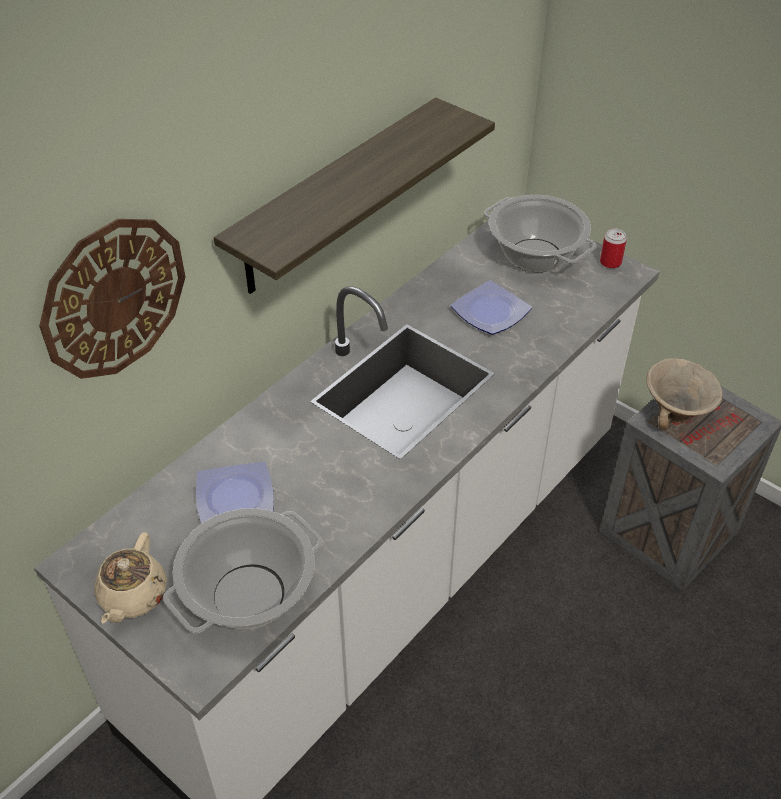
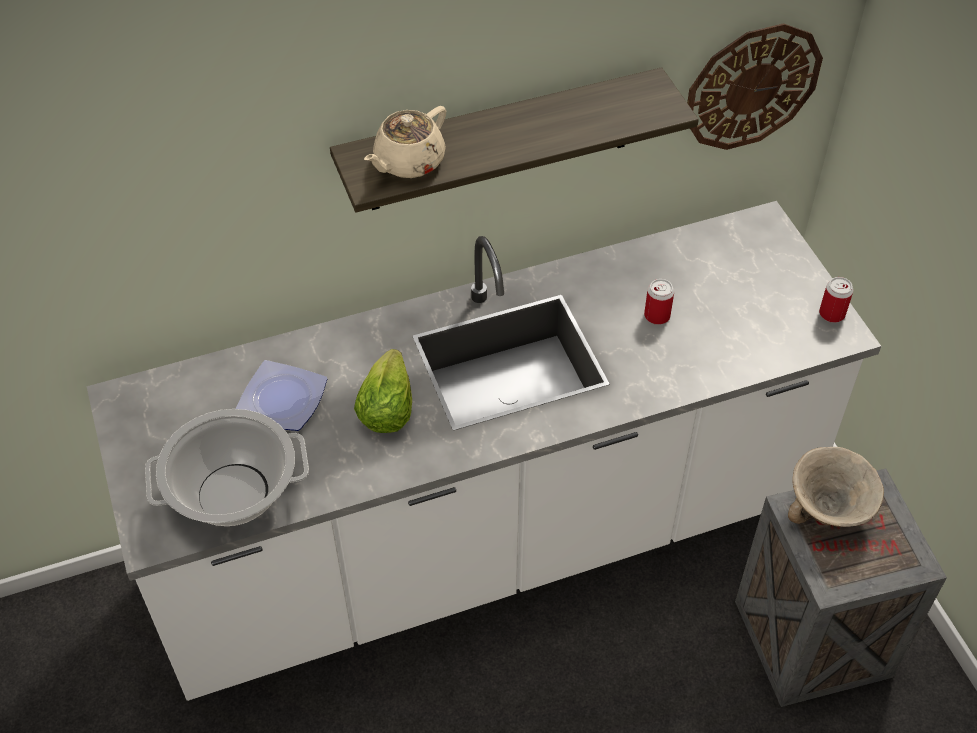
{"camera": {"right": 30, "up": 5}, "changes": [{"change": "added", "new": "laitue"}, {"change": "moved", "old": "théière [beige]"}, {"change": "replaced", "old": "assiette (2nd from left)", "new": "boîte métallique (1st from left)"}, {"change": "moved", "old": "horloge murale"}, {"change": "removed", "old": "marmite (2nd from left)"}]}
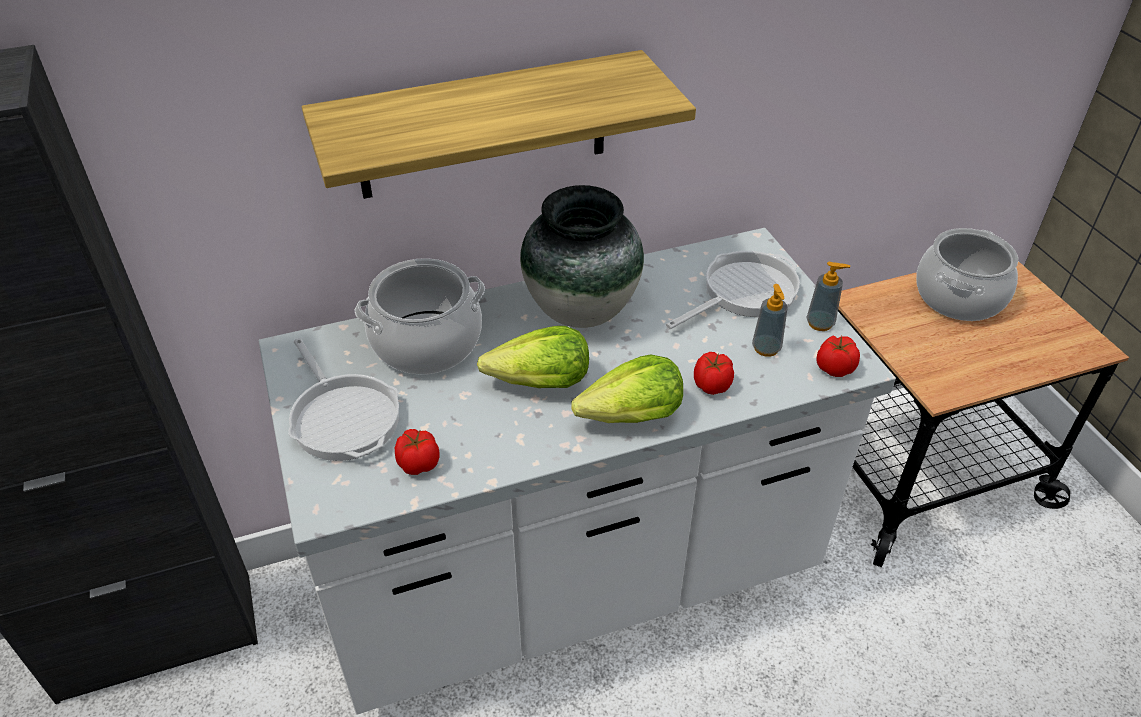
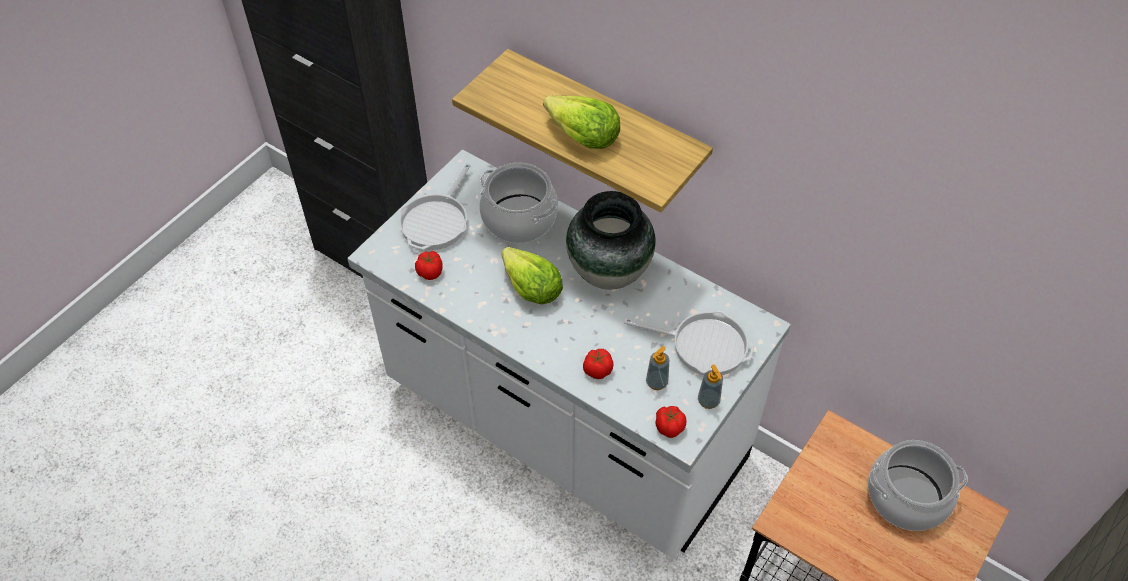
{"camera": {"right": 55, "up": 10}, "changes": [{"change": "moved", "old": "laitue (2nd from left)"}]}
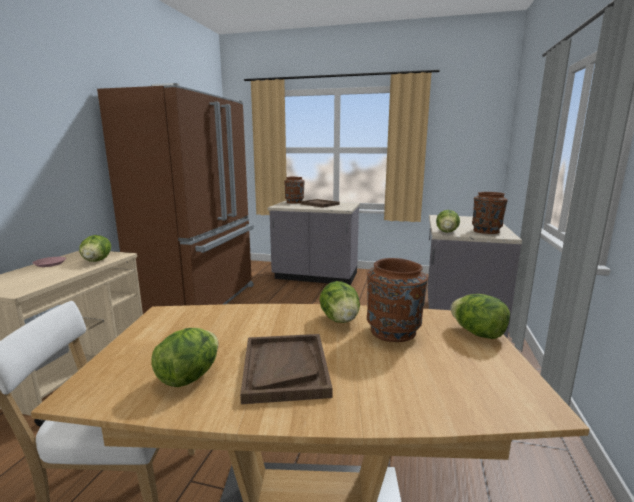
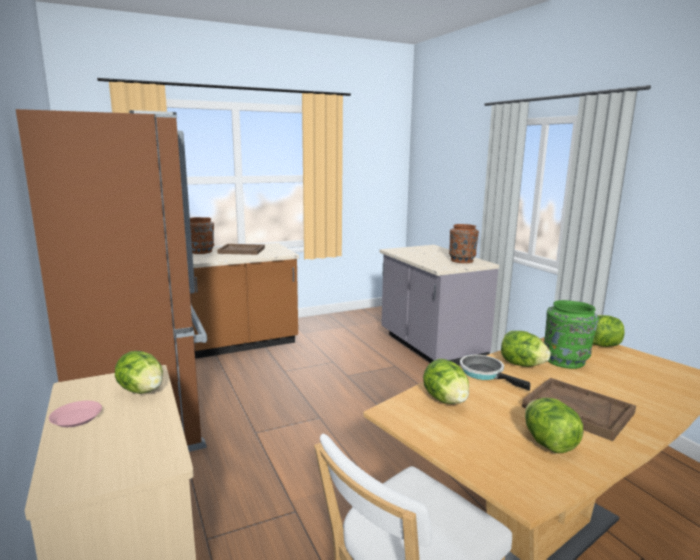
{"camera": {"right": -40, "up": 0}, "changes": [{"change": "recoloured", "old": "comptoir de cuisine [gris] (1st from left)", "new": "comptoir de cuisine [marron]"}, {"change": "moved", "old": "laitue (4th from left in the first image)", "new": "laitue (2nd from left)"}, {"change": "added", "new": "poêle"}, {"change": "recoloured", "old": "vase [marron] (2nd from left)", "new": "vase [vert]"}]}
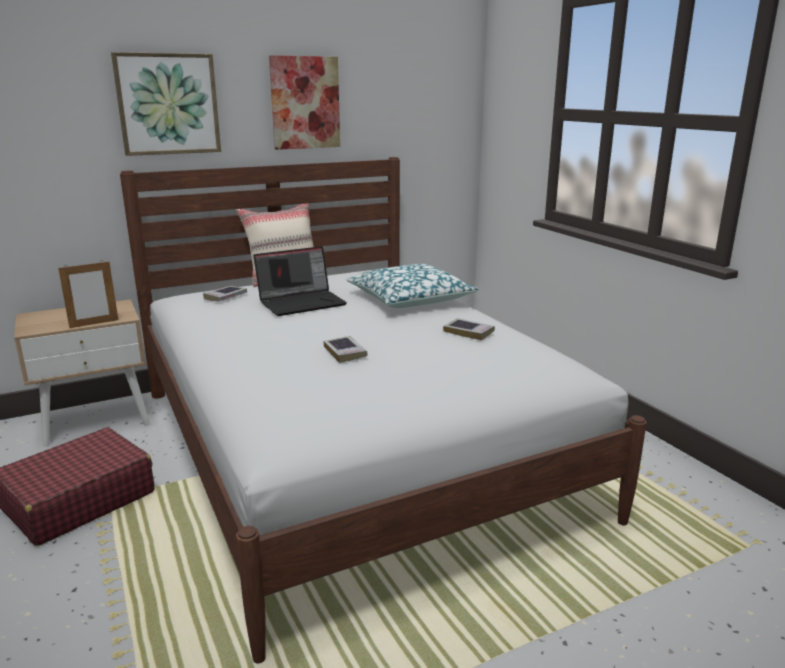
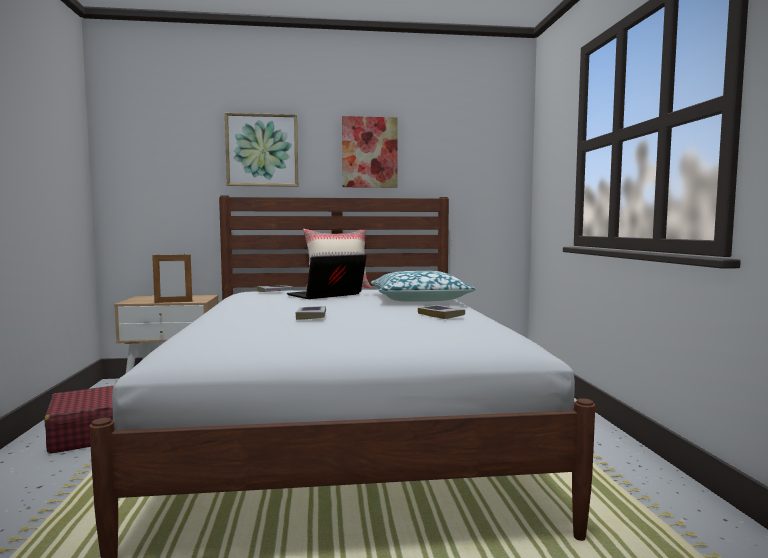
{"camera": {"right": 20, "up": -15}, "changes": [{"change": "turned", "old": "ordinateur portable", "degrees": 150}]}
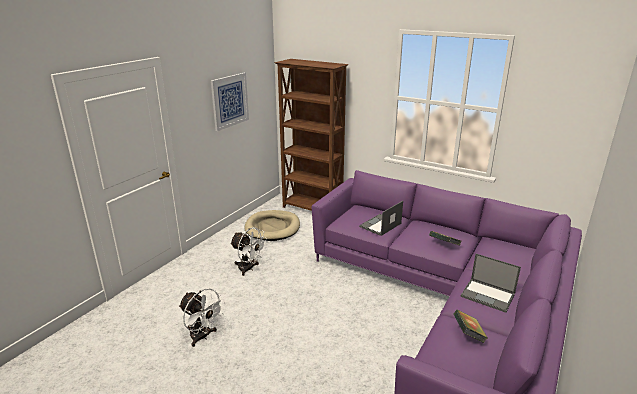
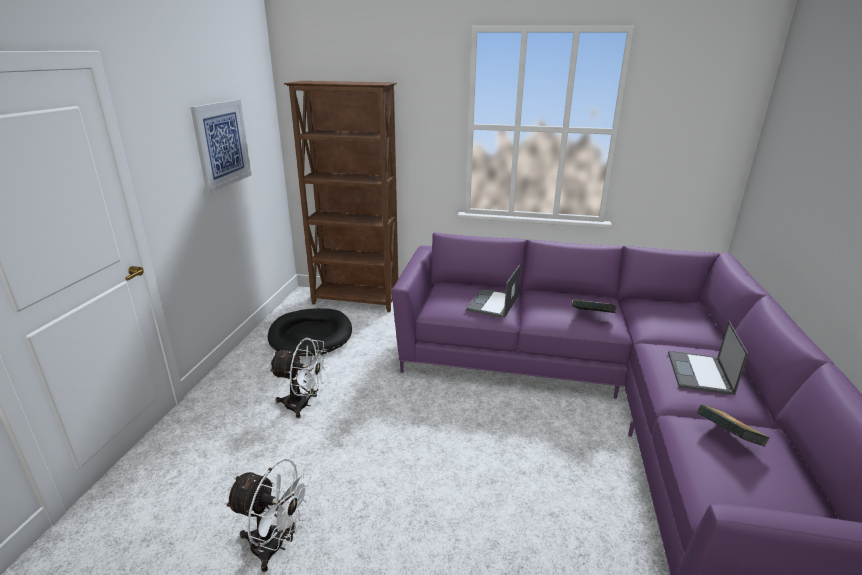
{"camera": {"right": -20, "up": 0}, "changes": [{"change": "recoloured", "old": "panier pour chien [beige]", "new": "panier pour chien [noir]"}, {"change": "turned", "old": "ordinateur portable (2nd from left)", "degrees": 90}]}
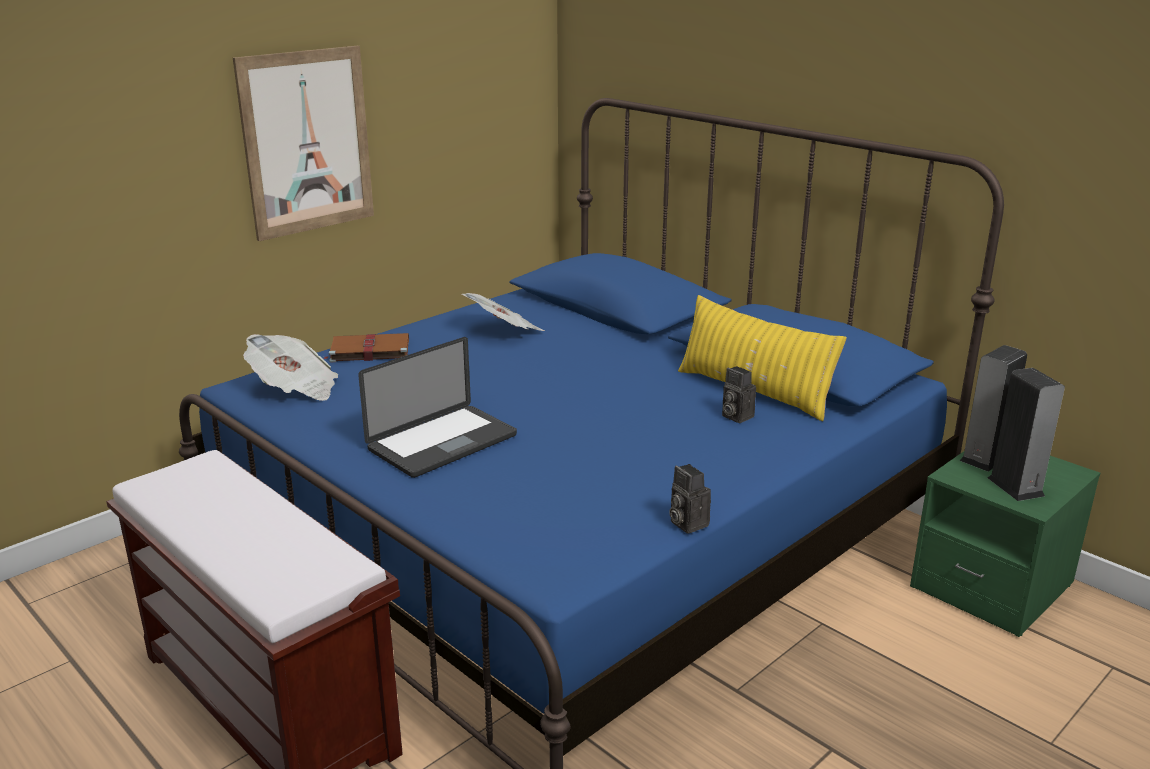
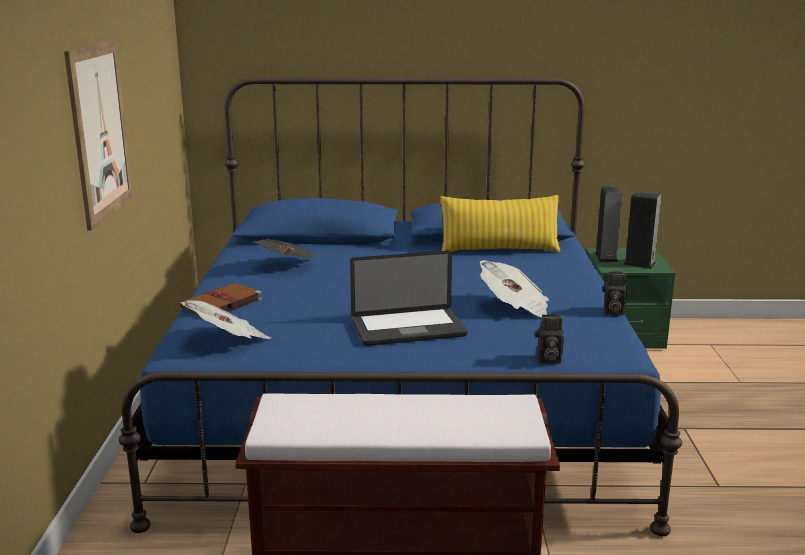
{"camera": {"right": -45, "up": -5}, "changes": [{"change": "turned", "old": "ordinateur portable", "degrees": 75}, {"change": "added", "new": "journal (3rd from left)"}, {"change": "moved", "old": "appareil photo (2nd from left in the first image)", "new": "appareil photo (1st from left)"}]}
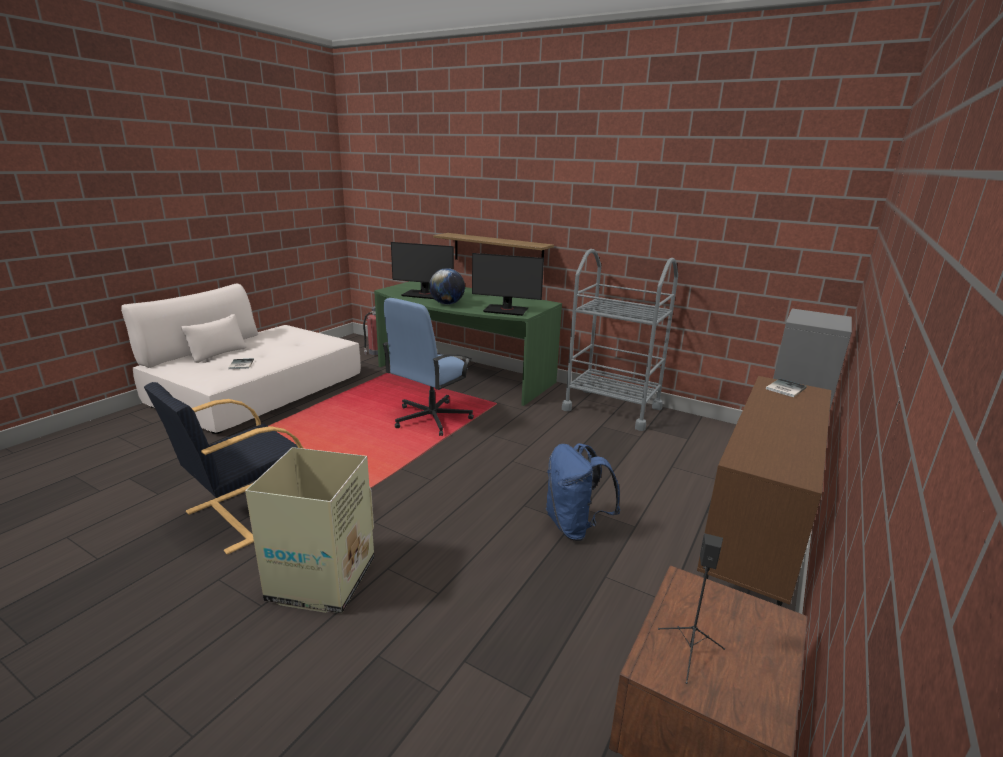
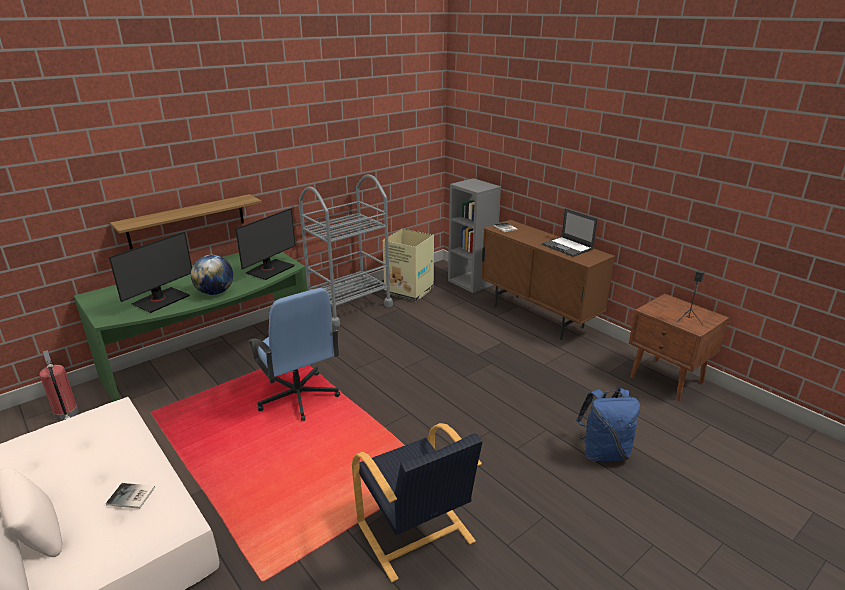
{"camera": {"right": -70, "up": 5}, "changes": [{"change": "moved", "old": "carton"}, {"change": "added", "new": "ordinateur portable"}, {"change": "moved", "old": "sac à dos [bleu]"}]}
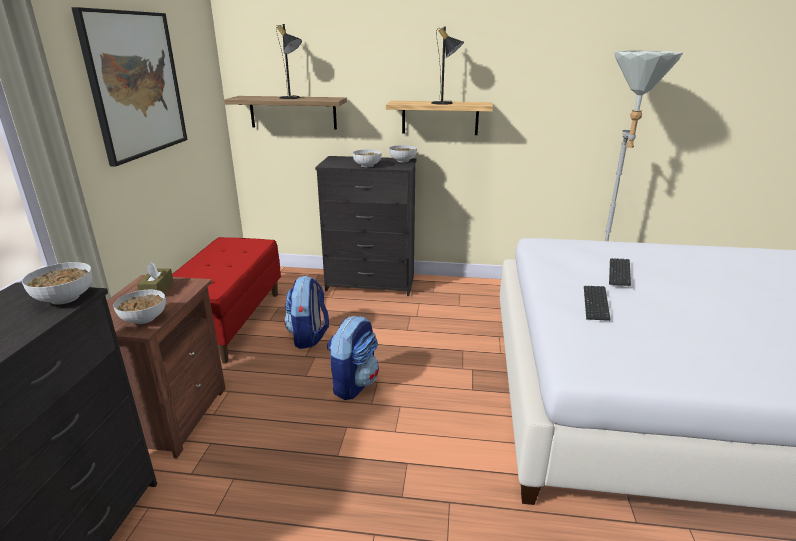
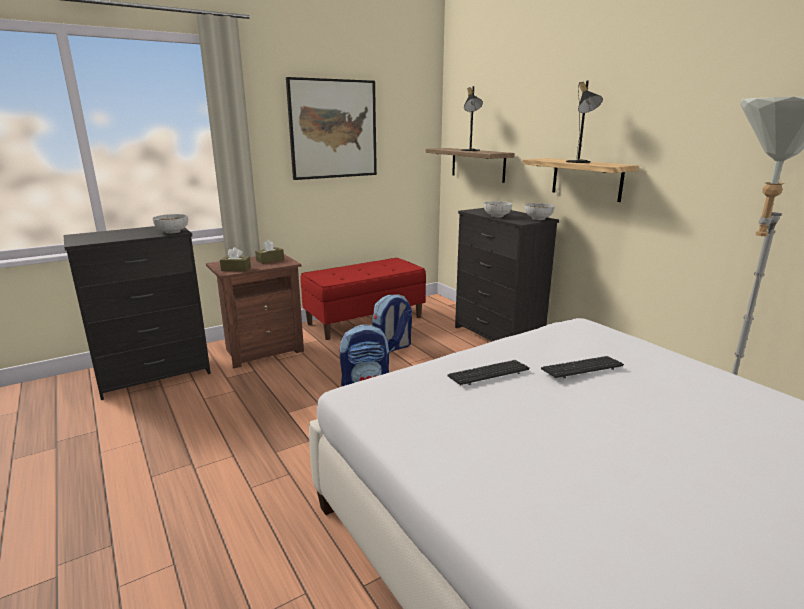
{"camera": {"right": 50, "up": -5}, "changes": [{"change": "replaced", "old": "bol (2nd from left)", "new": "boîte à mouchoirs [marron] (1st from left)"}]}
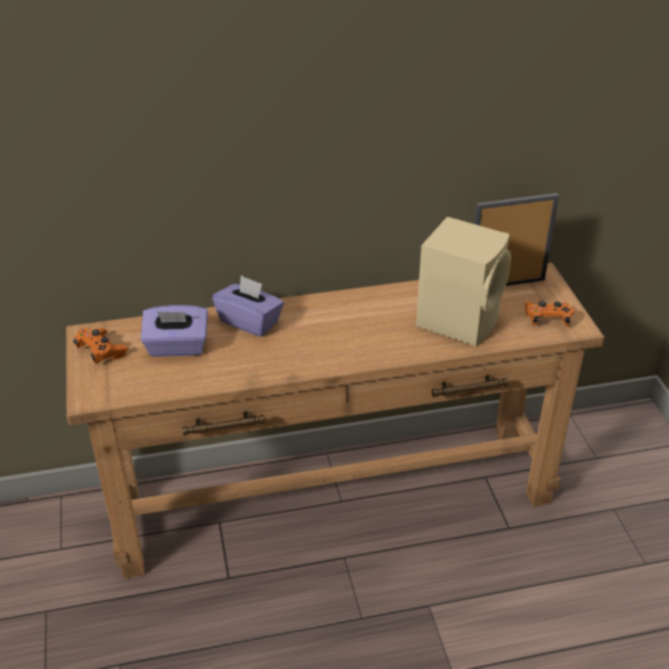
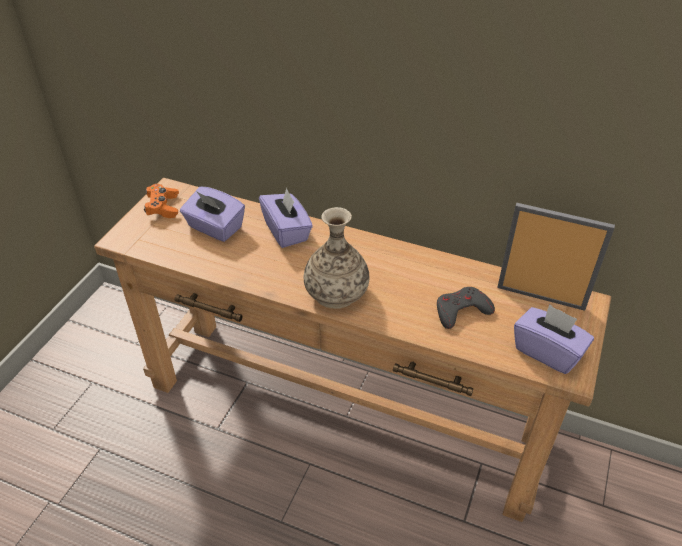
{"camera": {"right": 35, "up": 5}, "changes": [{"change": "added", "new": "vase"}, {"change": "replaced", "old": "enceinte [beige]", "new": "manette [gris]"}, {"change": "replaced", "old": "manette [orange] (2nd from left)", "new": "boîte à mouchoirs [violet] (3rd from left)"}]}
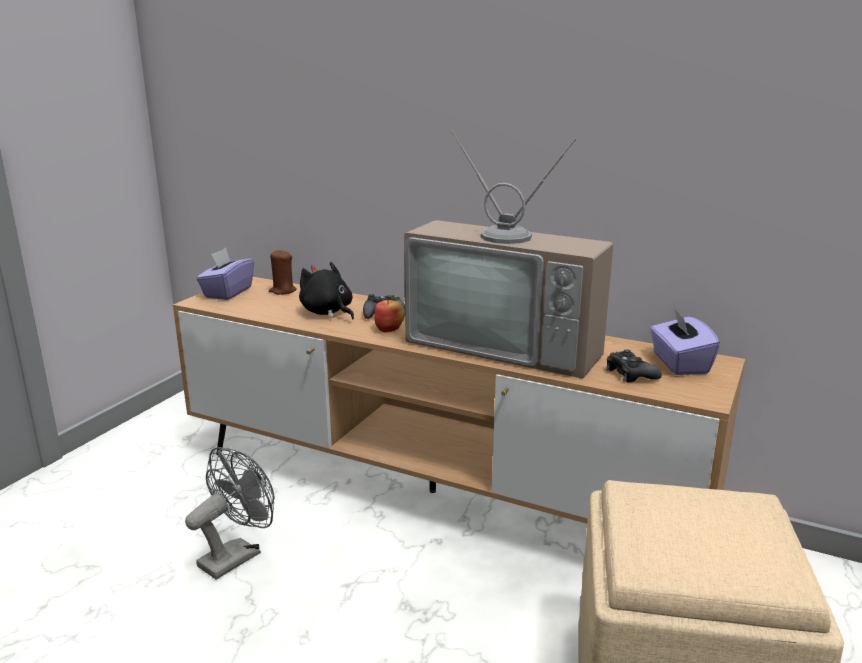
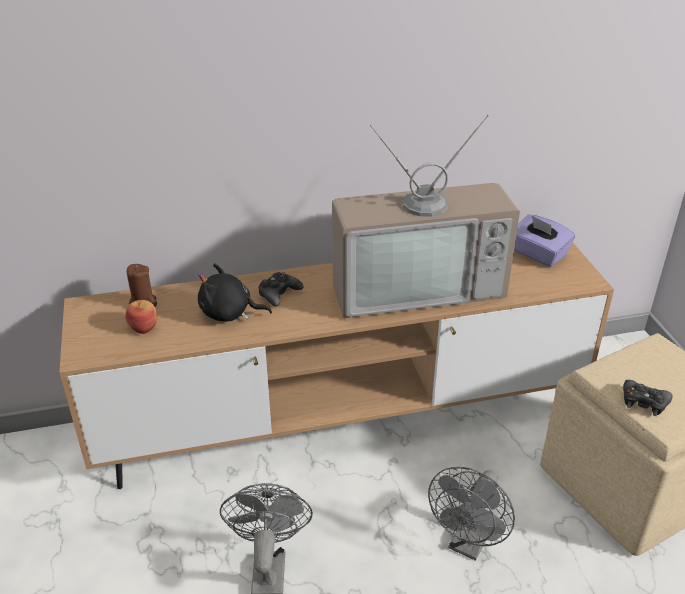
{"camera": {"right": -40, "up": 15}, "changes": [{"change": "moved", "old": "pomme"}, {"change": "added", "new": "ventilateur [gris] (2nd from left)"}, {"change": "moved", "old": "manette [noir] (2nd from left)"}, {"change": "removed", "old": "boîte à mouchoirs [violet] (1st from left)"}]}
